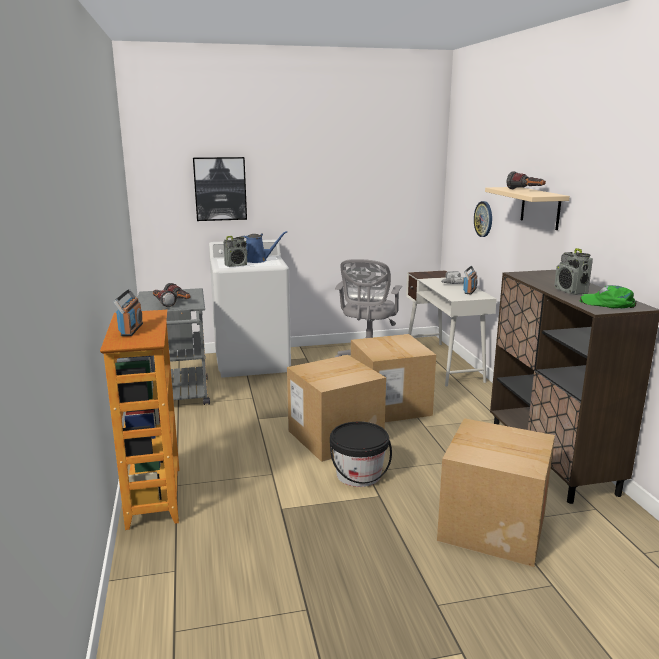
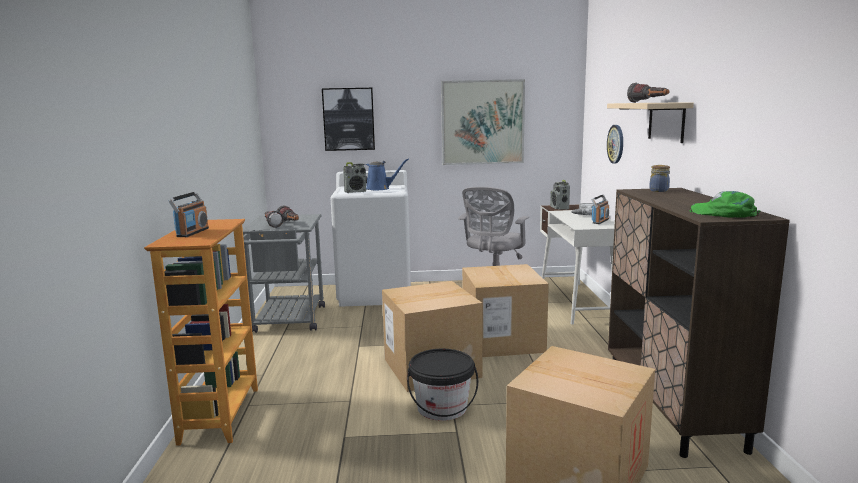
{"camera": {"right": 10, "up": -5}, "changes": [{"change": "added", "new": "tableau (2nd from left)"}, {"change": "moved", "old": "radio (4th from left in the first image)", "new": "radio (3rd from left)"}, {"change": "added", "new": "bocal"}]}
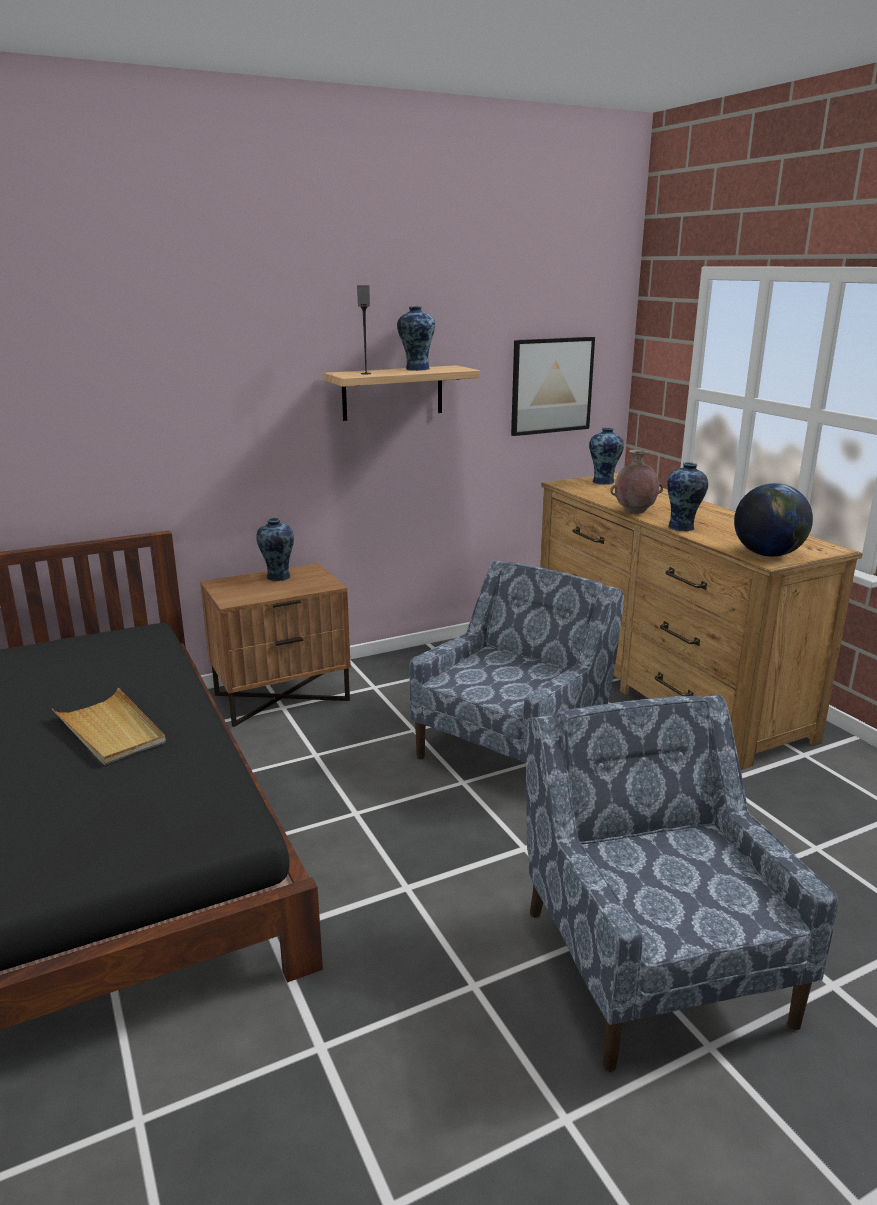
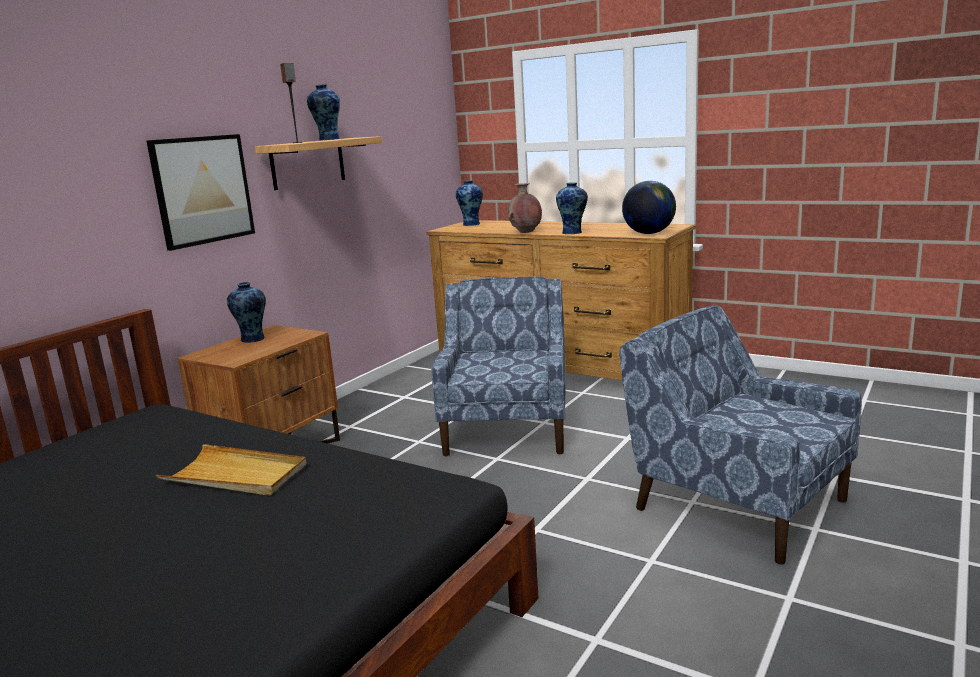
{"camera": {"right": -30, "up": -5}, "changes": [{"change": "moved", "old": "tableau"}]}
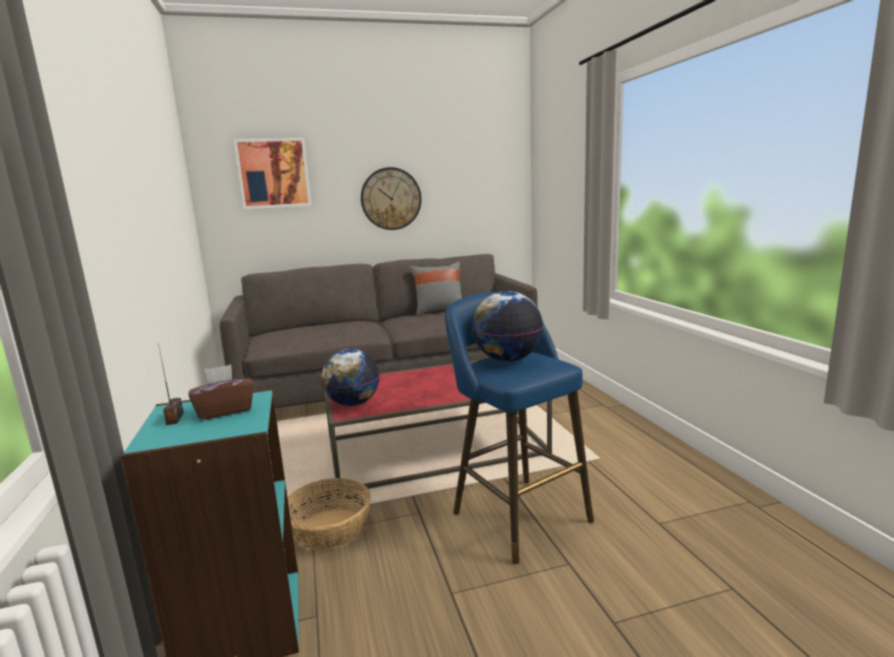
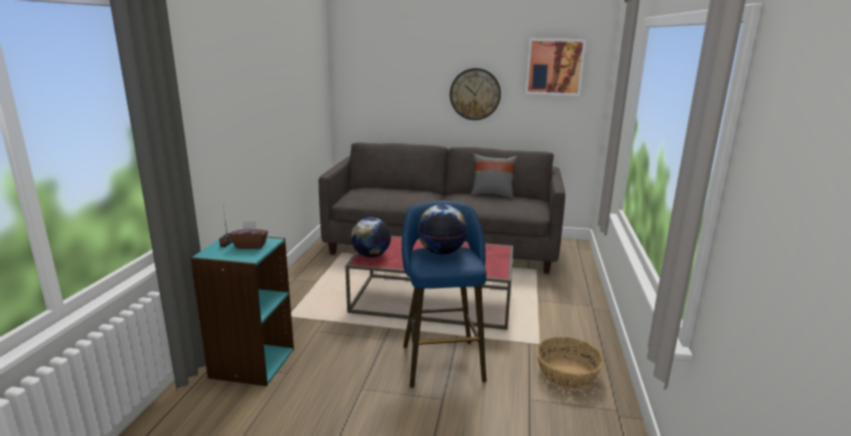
{"camera": {"right": 25, "up": 5}, "changes": [{"change": "moved", "old": "tableau"}, {"change": "moved", "old": "panier"}]}
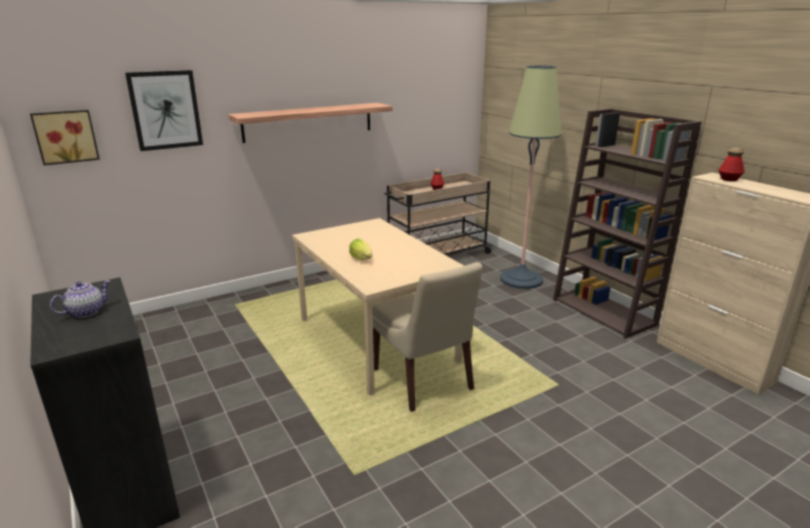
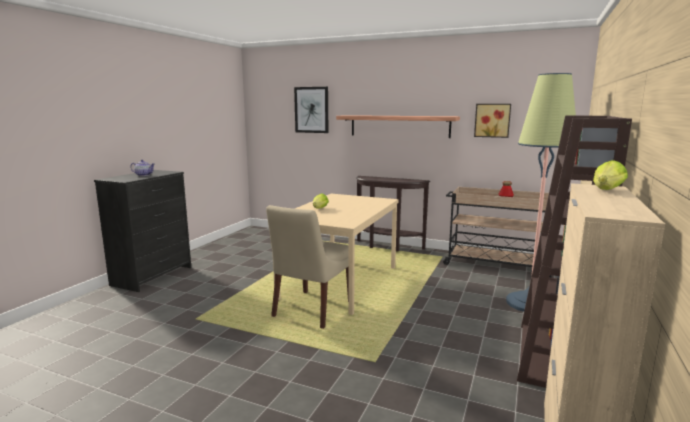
{"camera": {"right": 55, "up": -10}, "changes": [{"change": "added", "new": "table console [marron]"}, {"change": "moved", "old": "tableau (1st from left in the first image)", "new": "tableau (2nd from left)"}, {"change": "replaced", "old": "bouteille (2nd from left)", "new": "laitue (2nd from left)"}]}
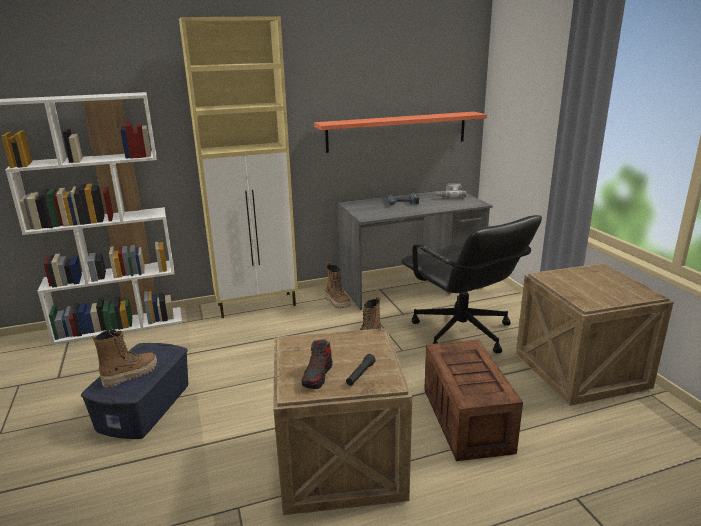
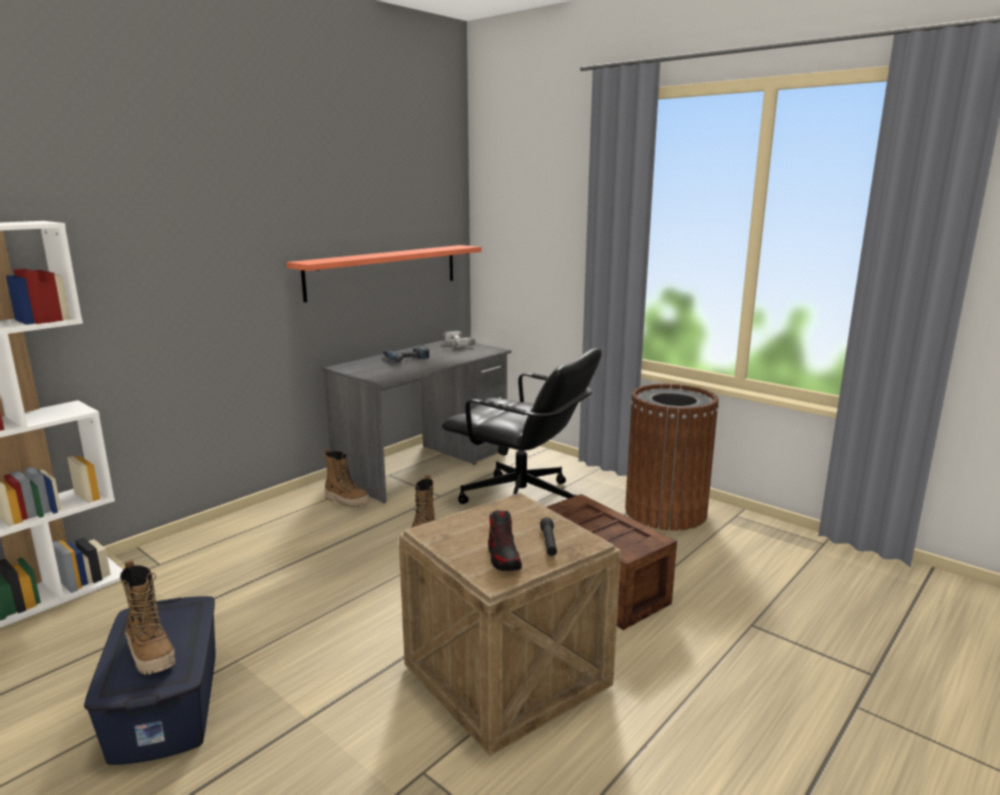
{"camera": {"right": -30, "up": -5}, "changes": [{"change": "turned", "old": "botte (1st from left)", "degrees": 120}, {"change": "replaced", "old": "caisse (3rd from left)", "new": "poubelle [marron]"}, {"change": "removed", "old": "meuble de rangement [beige]"}]}
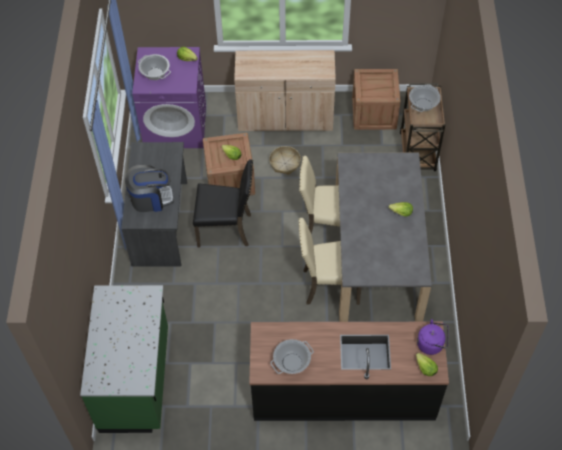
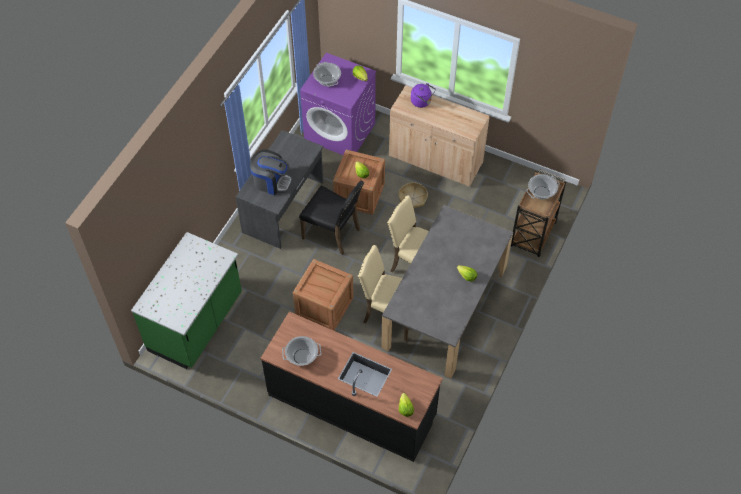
{"camera": {"right": 25, "up": 0}, "changes": [{"change": "moved", "old": "caisse (2nd from left in the first image)", "new": "caisse (1st from left)"}, {"change": "moved", "old": "bouilloire [violet]"}]}
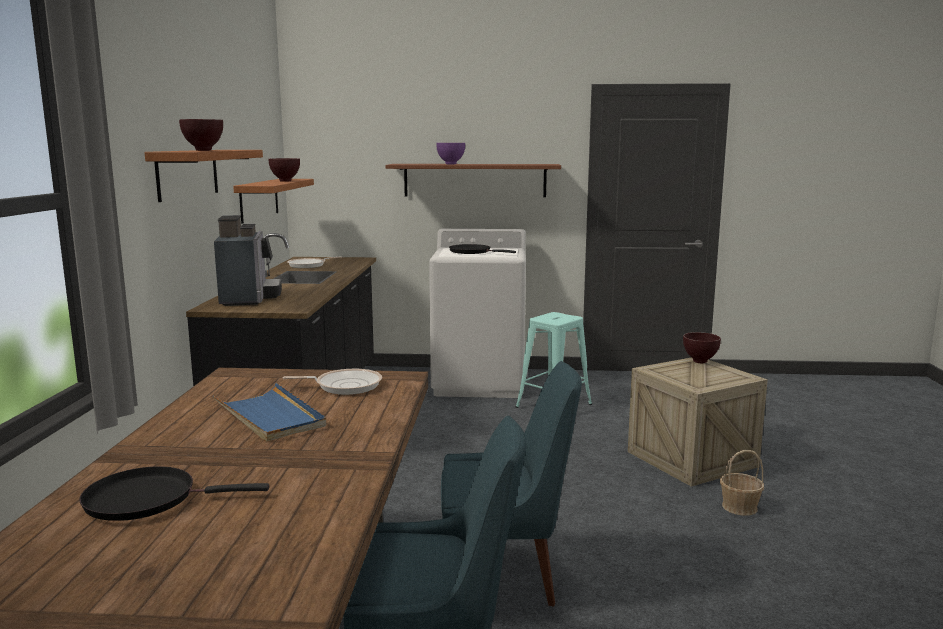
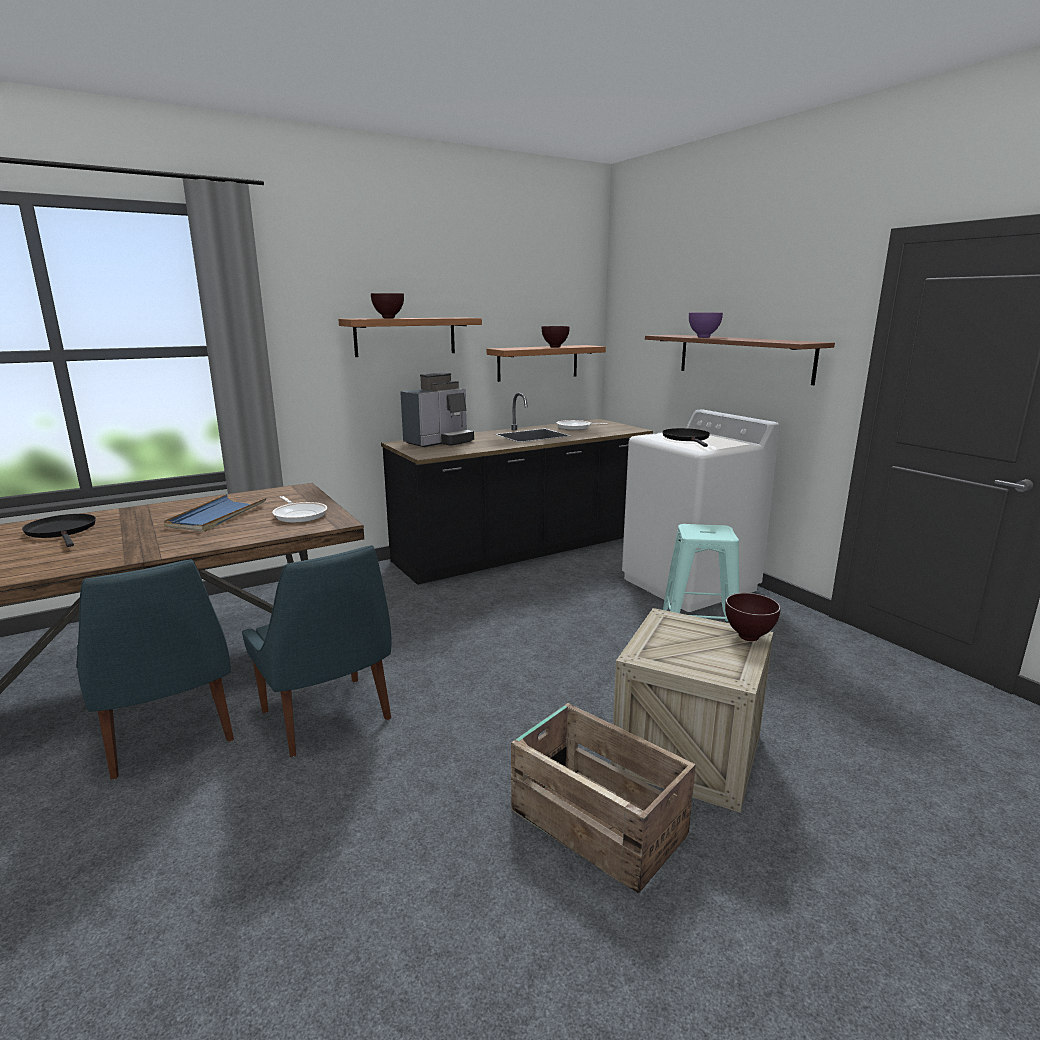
{"camera": {"right": 55, "up": 5}, "changes": [{"change": "replaced", "old": "panier", "new": "caisse (1st from left)"}]}
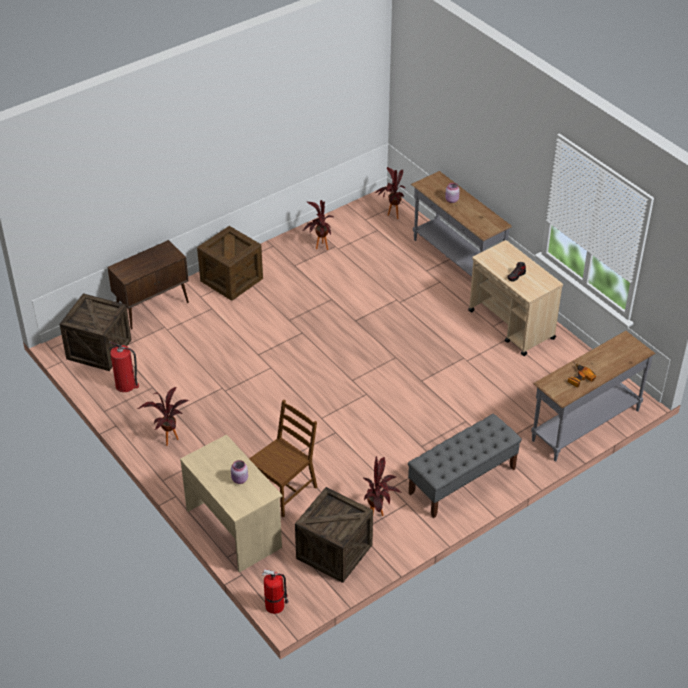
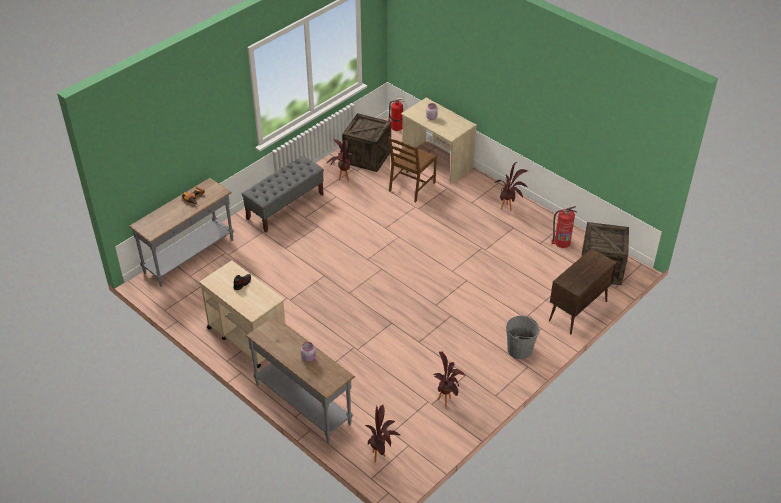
{"camera": {"right": 170, "up": 0}, "changes": [{"change": "replaced", "old": "caisse (2nd from left)", "new": "seau [gris]"}]}
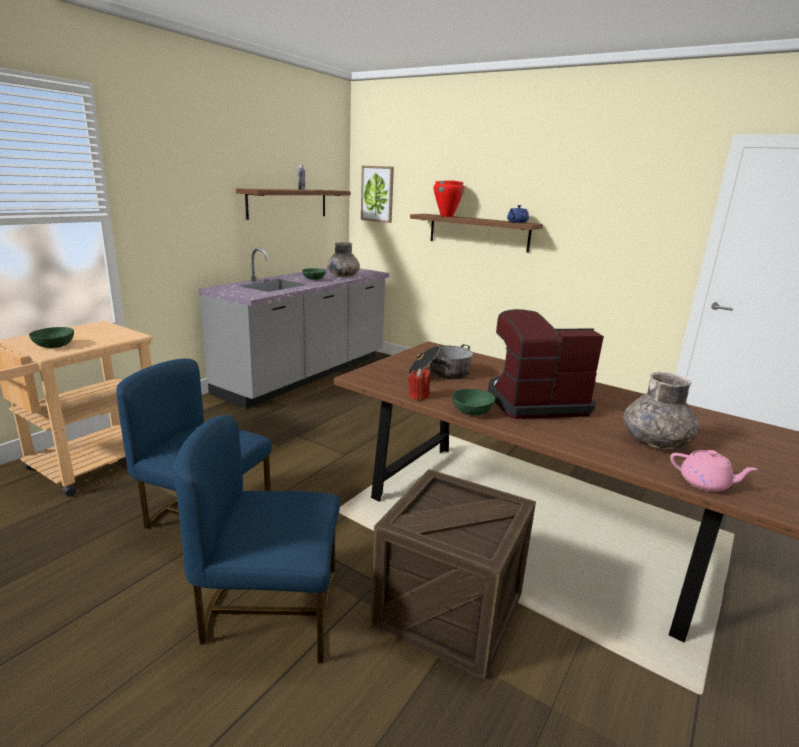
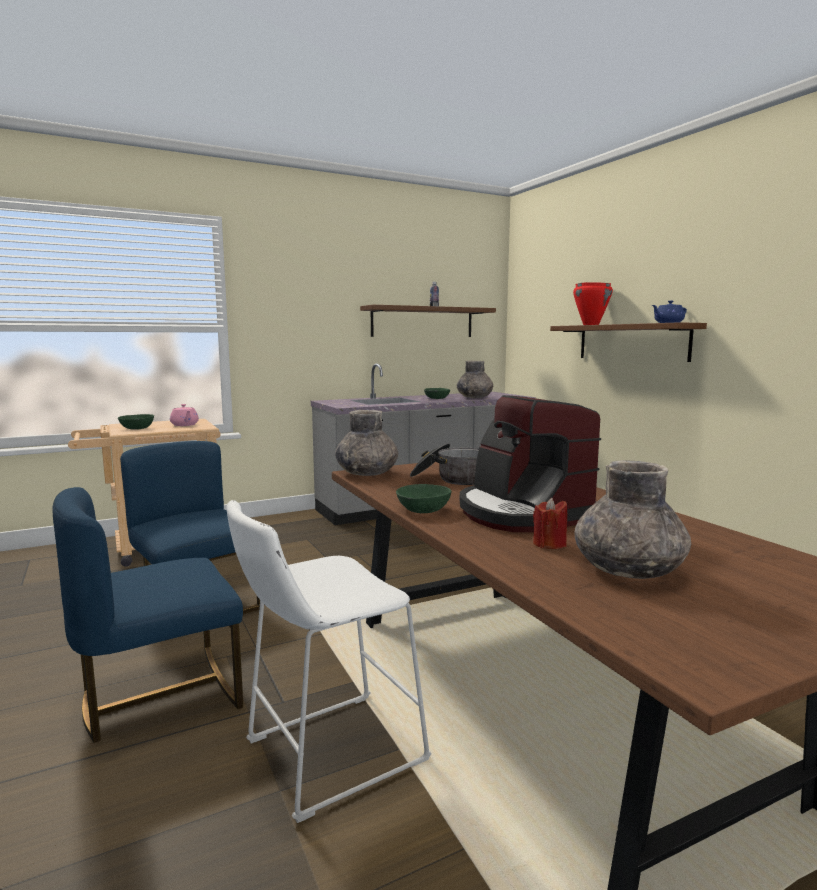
{"camera": {"right": 30, "up": -10}, "changes": [{"change": "turned", "old": "chaise [bleu] (2nd from left in the first image)", "degrees": -60}, {"change": "moved", "old": "théière [rose]"}, {"change": "replaced", "old": "caisse", "new": "tabouret [blanc]"}, {"change": "added", "new": "vase [gris] (1st from left)"}, {"change": "turned", "old": "machine à café", "degrees": -135}, {"change": "moved", "old": "bougie [rouge]"}, {"change": "removed", "old": "tableau"}]}
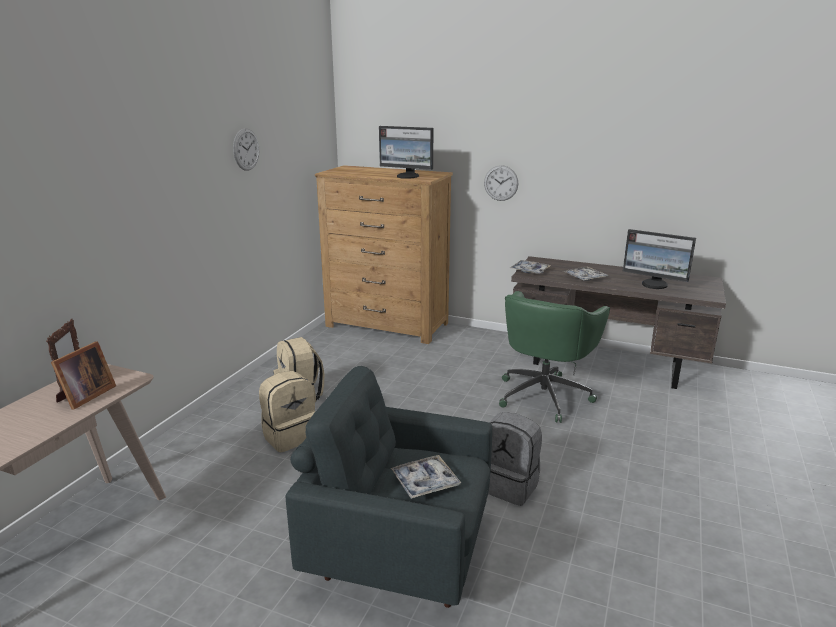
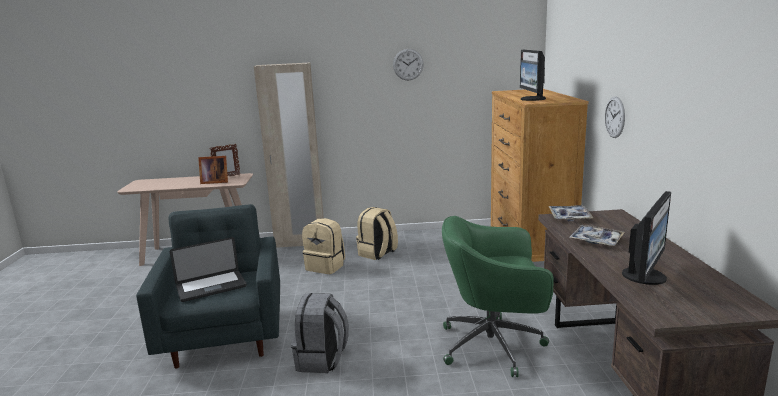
{"camera": {"right": 65, "up": -5}, "changes": [{"change": "replaced", "old": "plateau (1st from left)", "new": "ordinateur portable"}, {"change": "added", "new": "armoire [beige]"}, {"change": "turned", "old": "écran d'ordinateur (2nd from left)", "degrees": -150}]}
